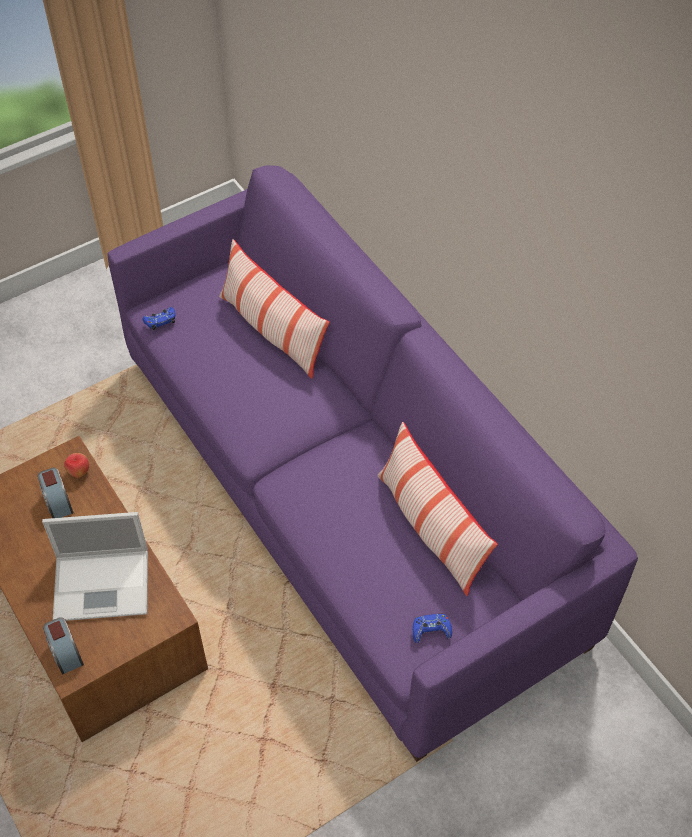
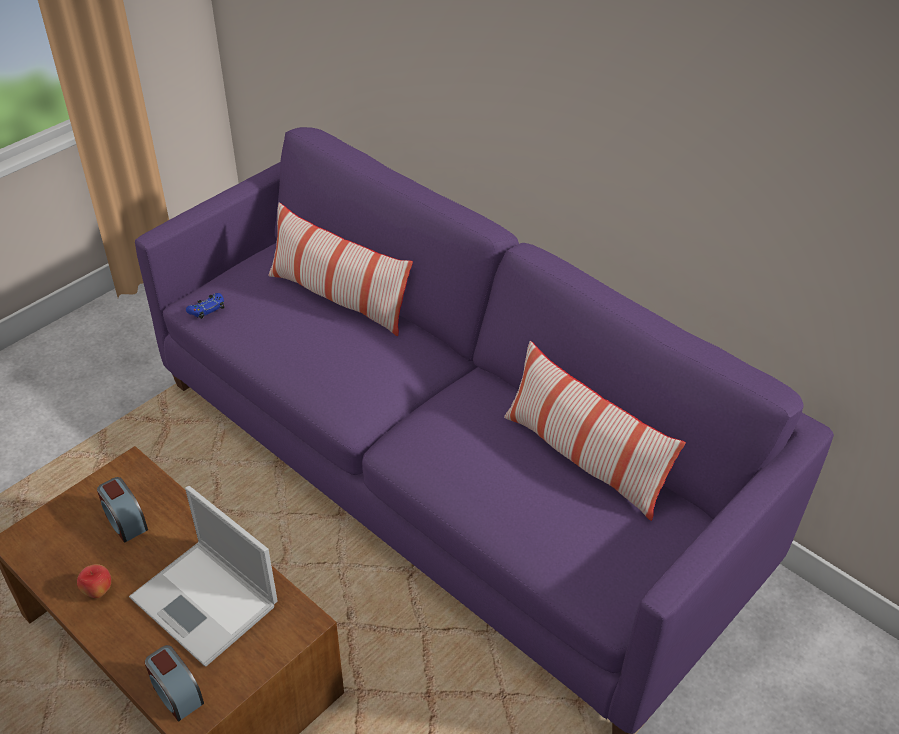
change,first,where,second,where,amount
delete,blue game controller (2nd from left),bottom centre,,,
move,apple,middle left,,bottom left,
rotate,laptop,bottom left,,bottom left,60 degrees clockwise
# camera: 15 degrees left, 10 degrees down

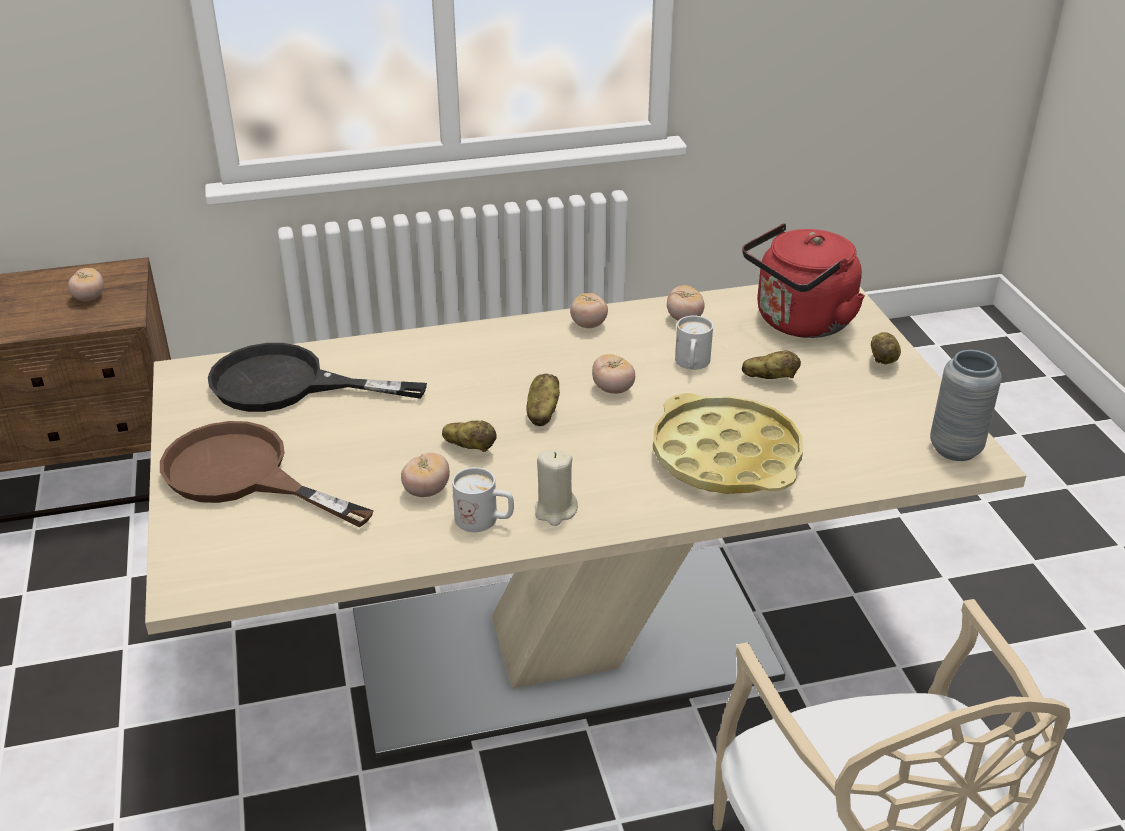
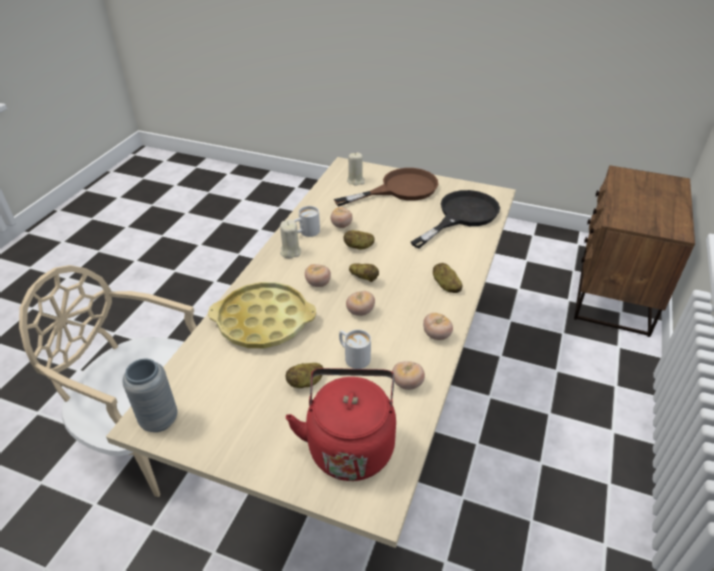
change,first,where,second,where,amount
insert,,,beige candle (2nd from left),top centre,
move,tomato (1st from left),middle left,,centre,
move,potato (4th from left),middle right,,centre,
# camera: 125 degrees right, 5 degrees up

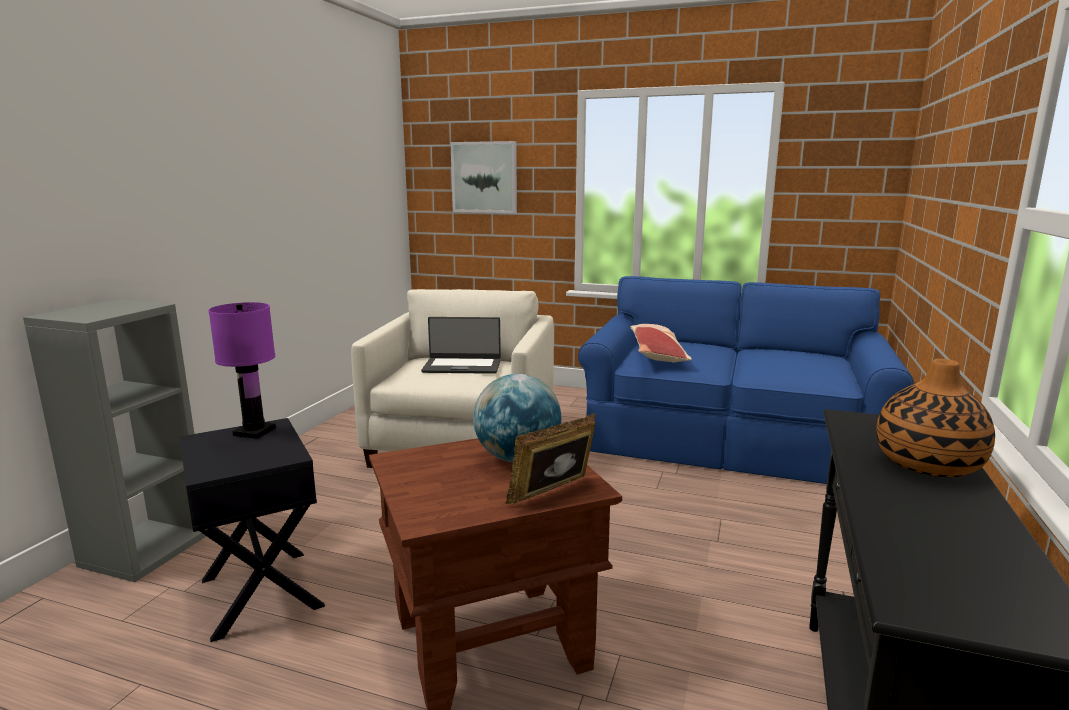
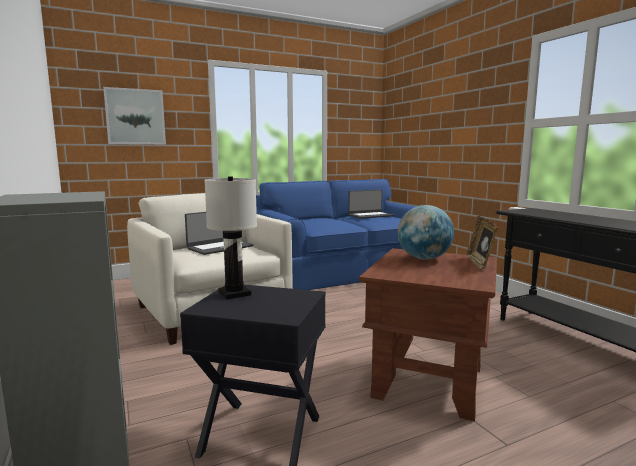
change,first,where,second,where,amount
delete,pillow,centre,,,
delete,vase,middle right,,,
insert,,,laptop (2nd from left),centre,
recolor,purple table lamp,middle left,white table lamp,centre,
# camera: 45 degrees left, 5 degrees down

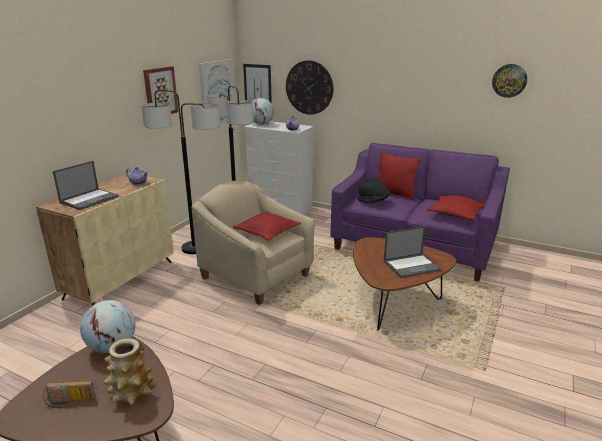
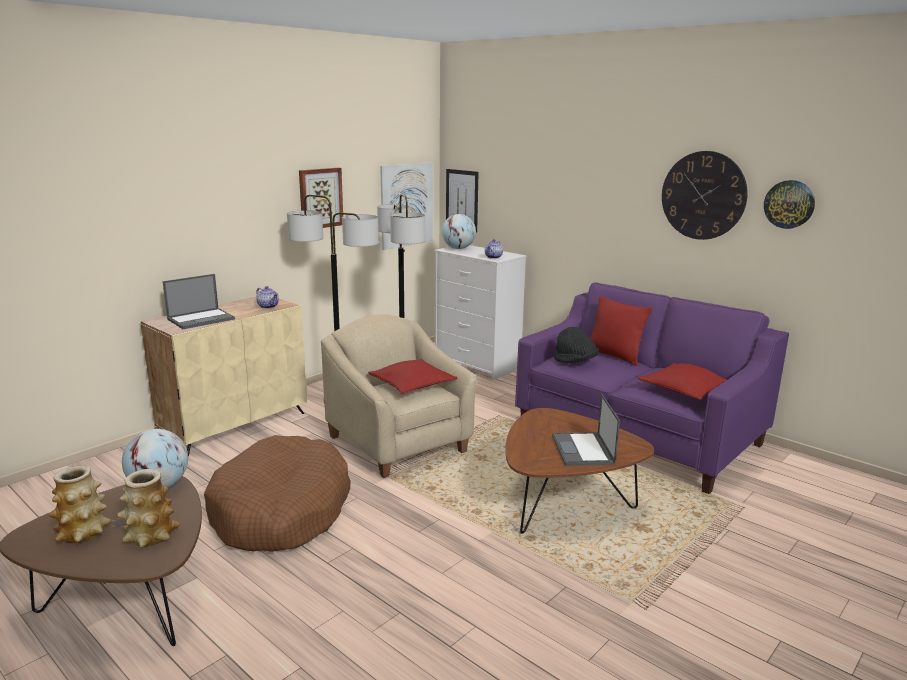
change,first,where,second,where,amount
insert,,,brown dog bed,bottom left,
move,wall clock (1st from left),top centre,,top right,
replace,radio,bottom left,vase (1st from left),bottom left,
rotate,laptop (2nd from left),middle right,,centre,90 degrees clockwise
# camera: 15 degrees right, 5 degrees down

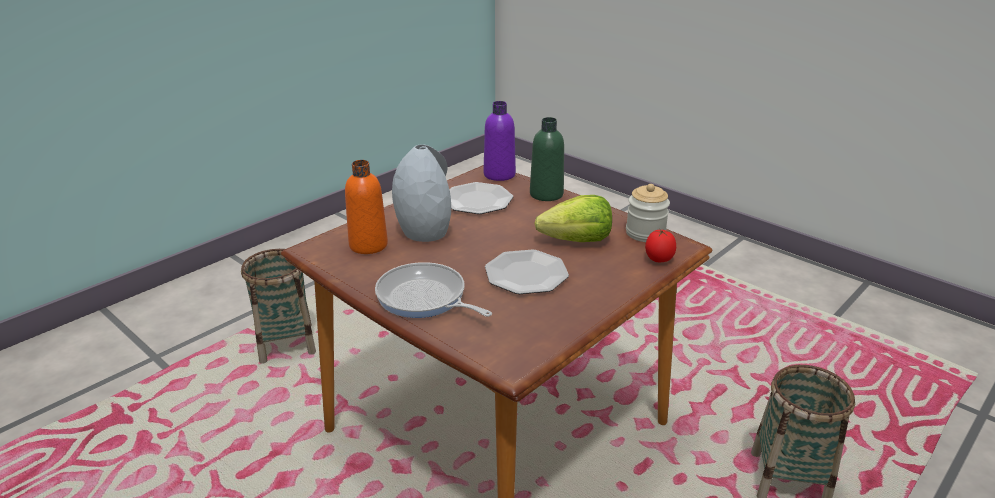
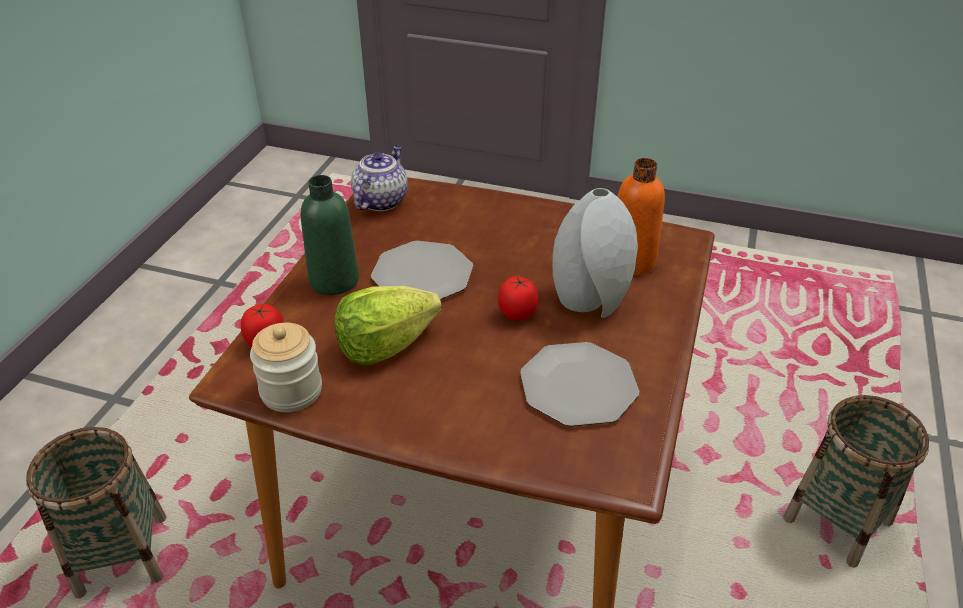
change,first,where,second,where,amount
delete,frying pan,centre,,,
delete,purple bottle,top centre,,,
insert,,,teapot,top centre,
insert,,,tomato (2nd from left),centre,
move,green bottle,top centre,,centre,
# camera: 155 degrees right, 10 degrees up

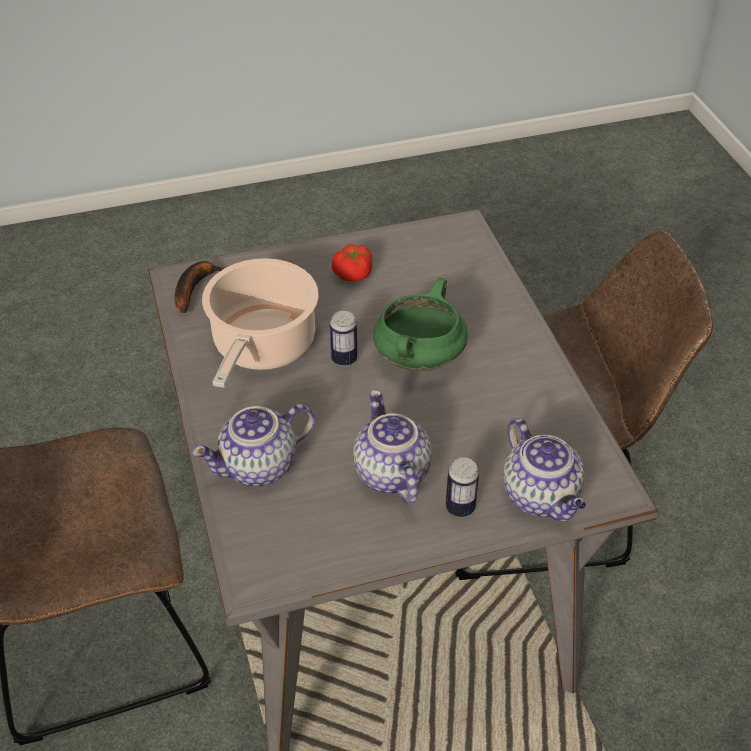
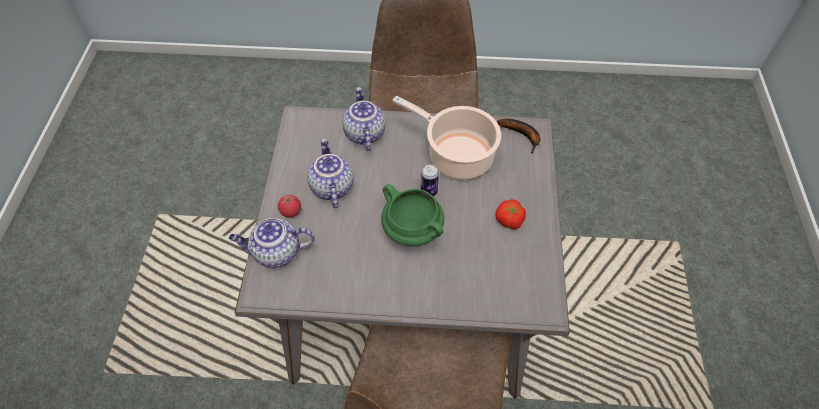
change,first,where,second,where,amount
replace,can (2nd from left),centre,tomato (1st from left),centre,
rotate,teapot (2nd from left),centre,,centre,105 degrees counterclockwise
# camera: 110 degrees right, 10 degrees up

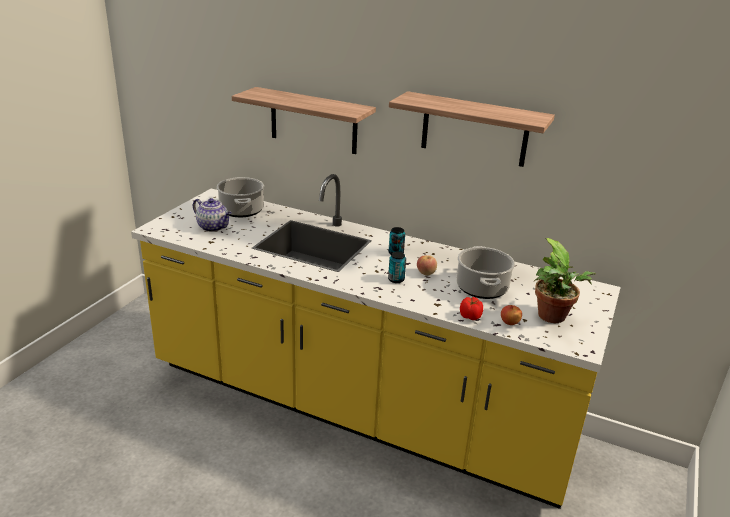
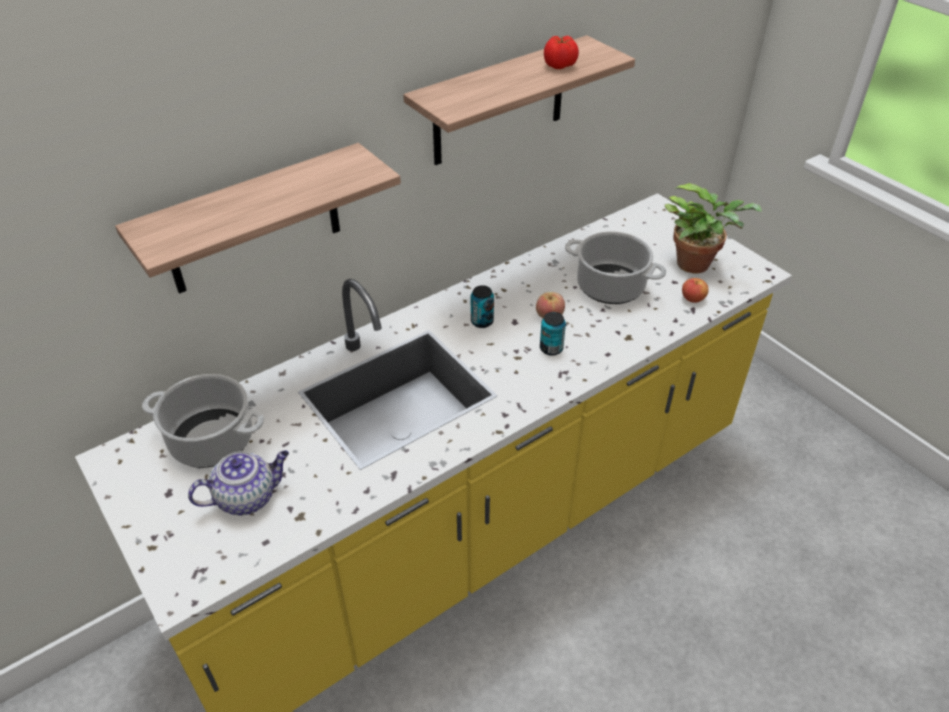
change,first,where,second,where,amount
move,tomato,centre,,top centre,
# camera: 60 degrees left, 15 degrees up

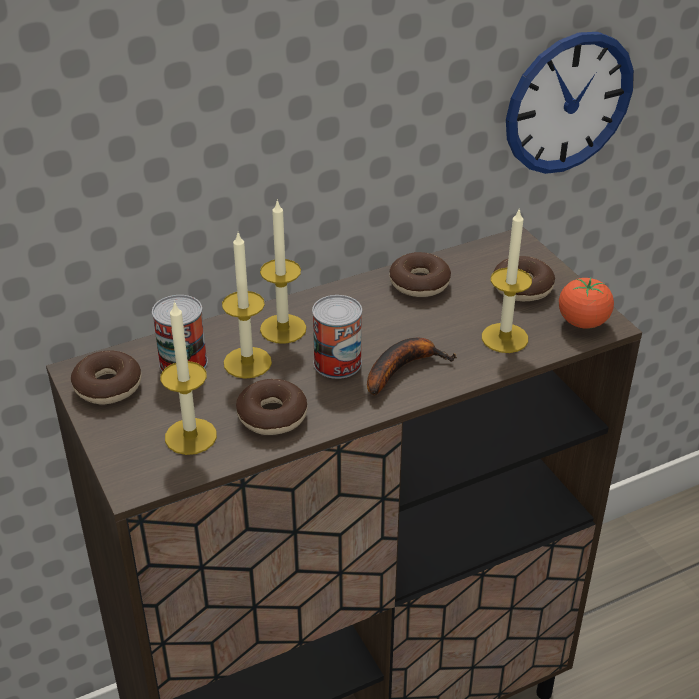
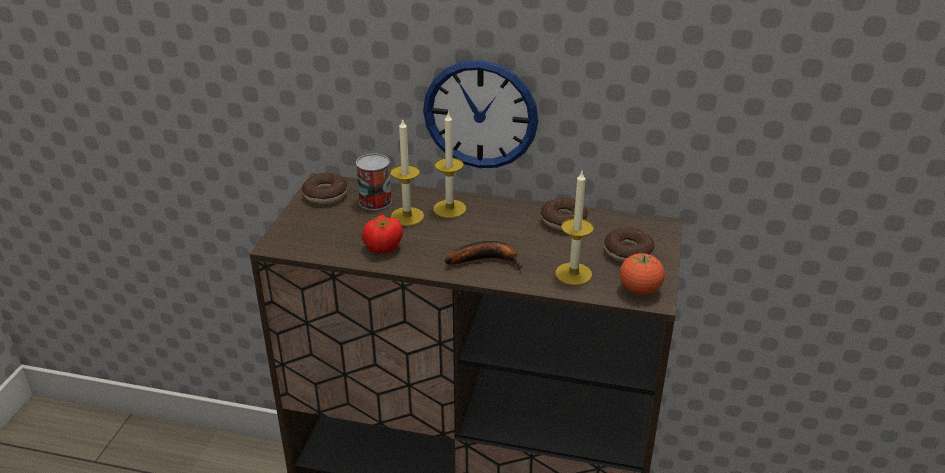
change,first,where,second,where,amount
delete,candle (1st from left),middle left,,,
delete,can (2nd from left),centre,,,
move,wall clock,top right,,top centre,
replace,donut (2nd from left),centre,tomato (1st from left),centre,
# camera: 40 degrees right, 5 degrees down

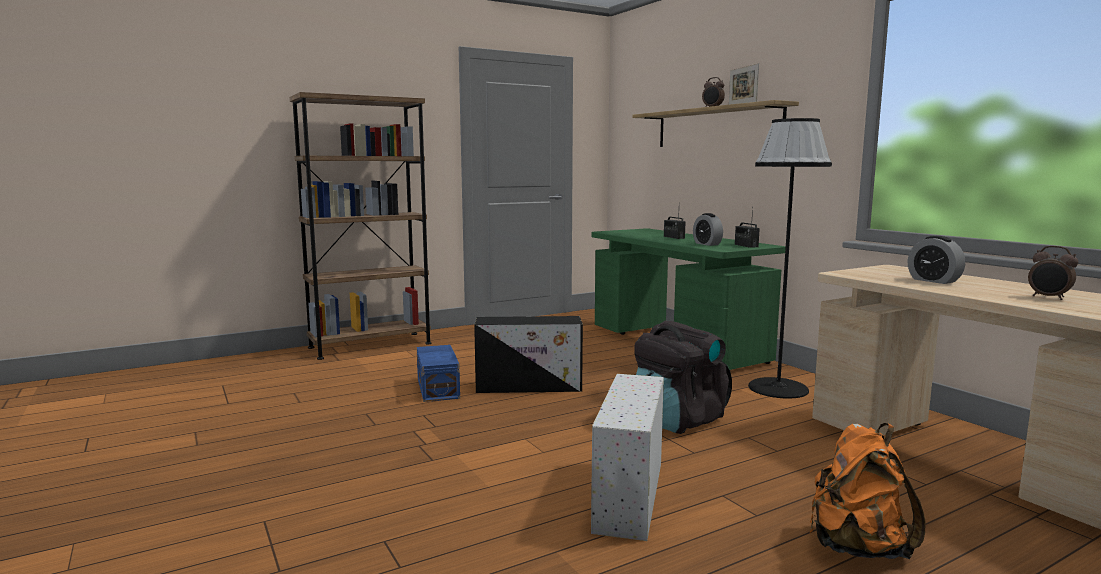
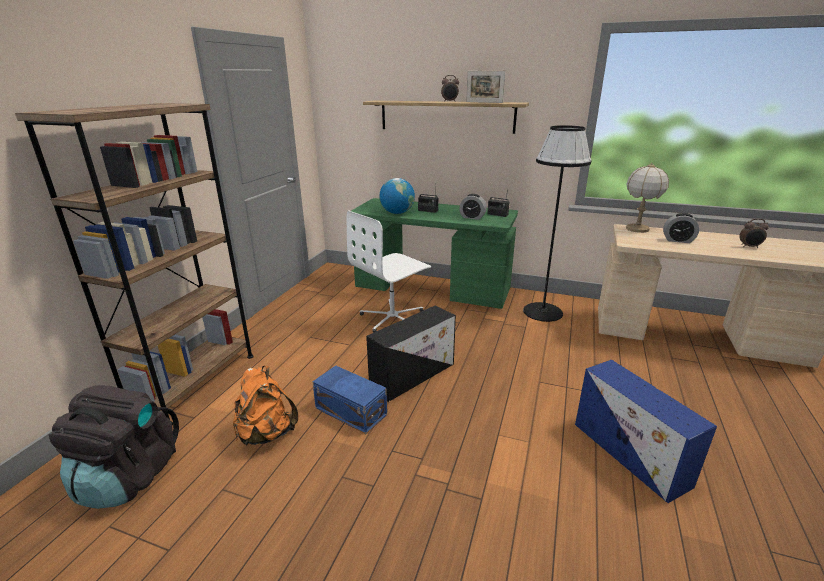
change,first,where,second,where,amount
insert,,,white office chair,centre,
insert,,,globe,centre,
insert,,,table lamp,middle right,
move,black backpack,centre,,bottom left,
move,orange backpack,bottom right,,bottom left,
recolor,white storage box,bottom centre,blue storage box (2nd from left),bottom right,
# camera: 40 degrees left, 15 degrees up

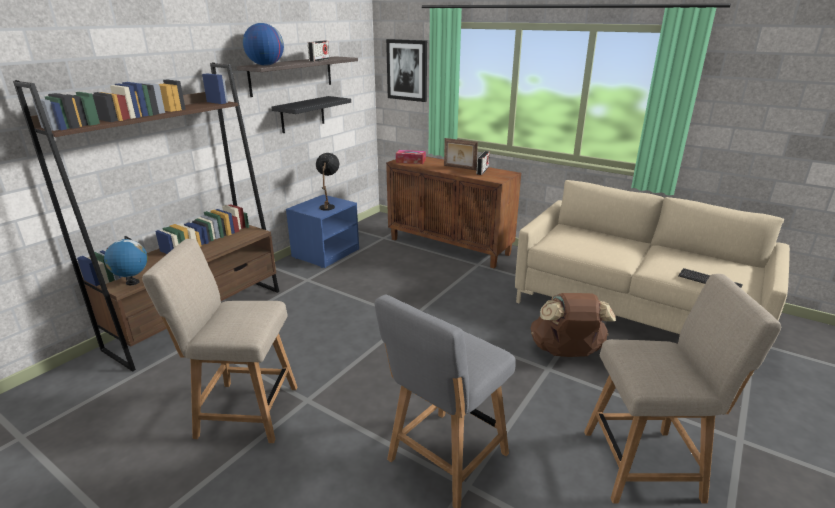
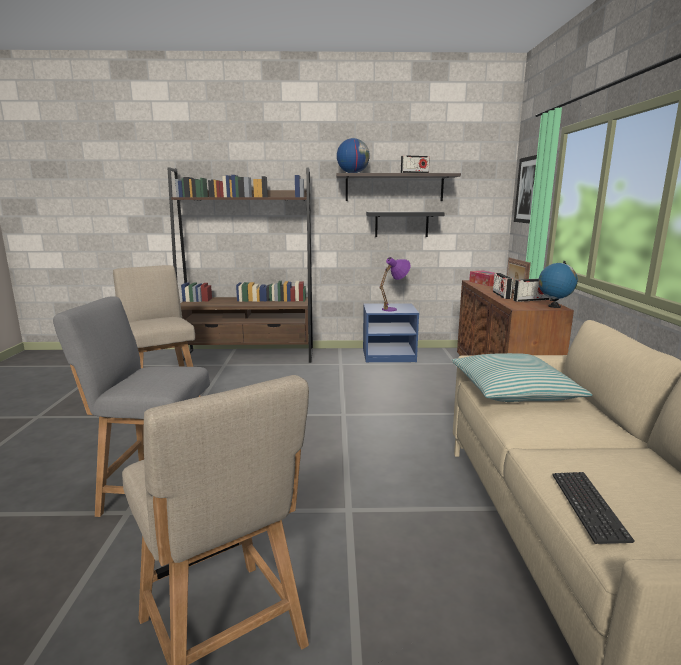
change,first,where,second,where,amount
delete,brown backpack,middle right,,,
insert,,,pillow,middle right,
insert,,,radio (2nd from left),middle right,
move,globe (1st from left in the first image),middle left,globe (2nd from left),middle right,
recolor,black table lamp,centre,purple table lamp,centre,
# camera: 55 degrees right, 10 degrees down

